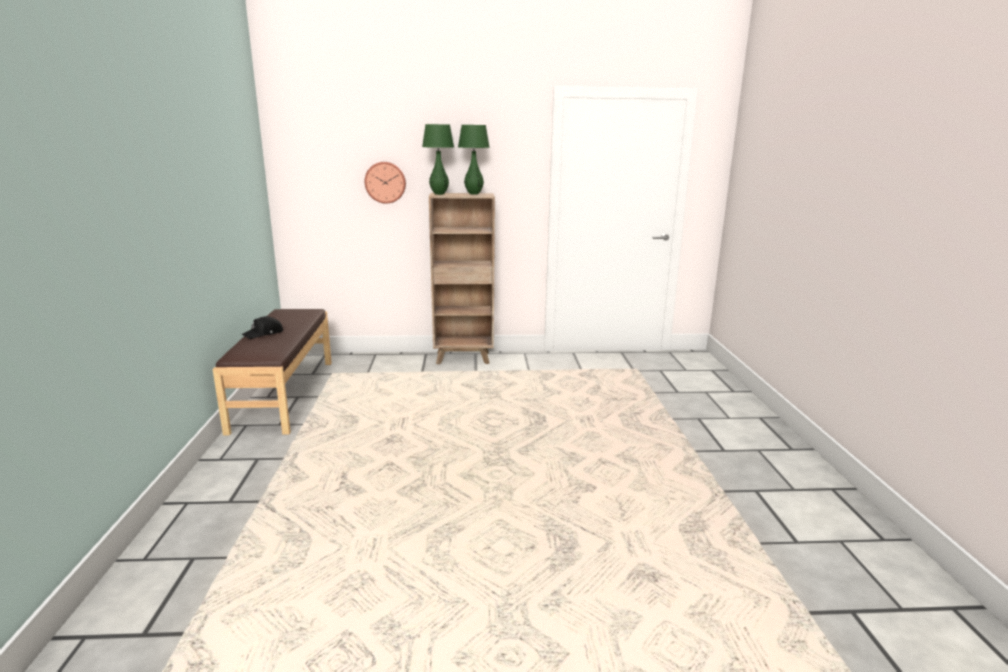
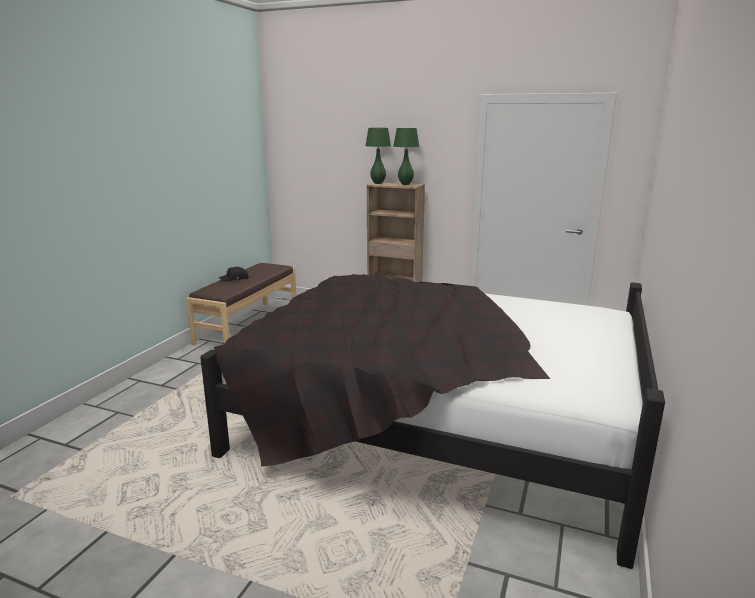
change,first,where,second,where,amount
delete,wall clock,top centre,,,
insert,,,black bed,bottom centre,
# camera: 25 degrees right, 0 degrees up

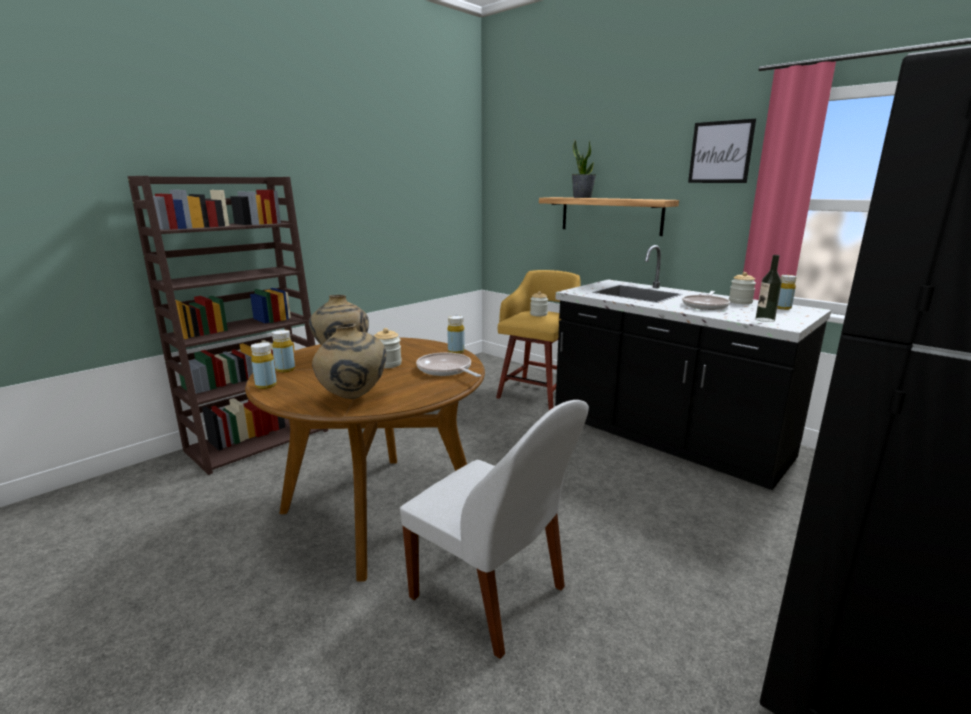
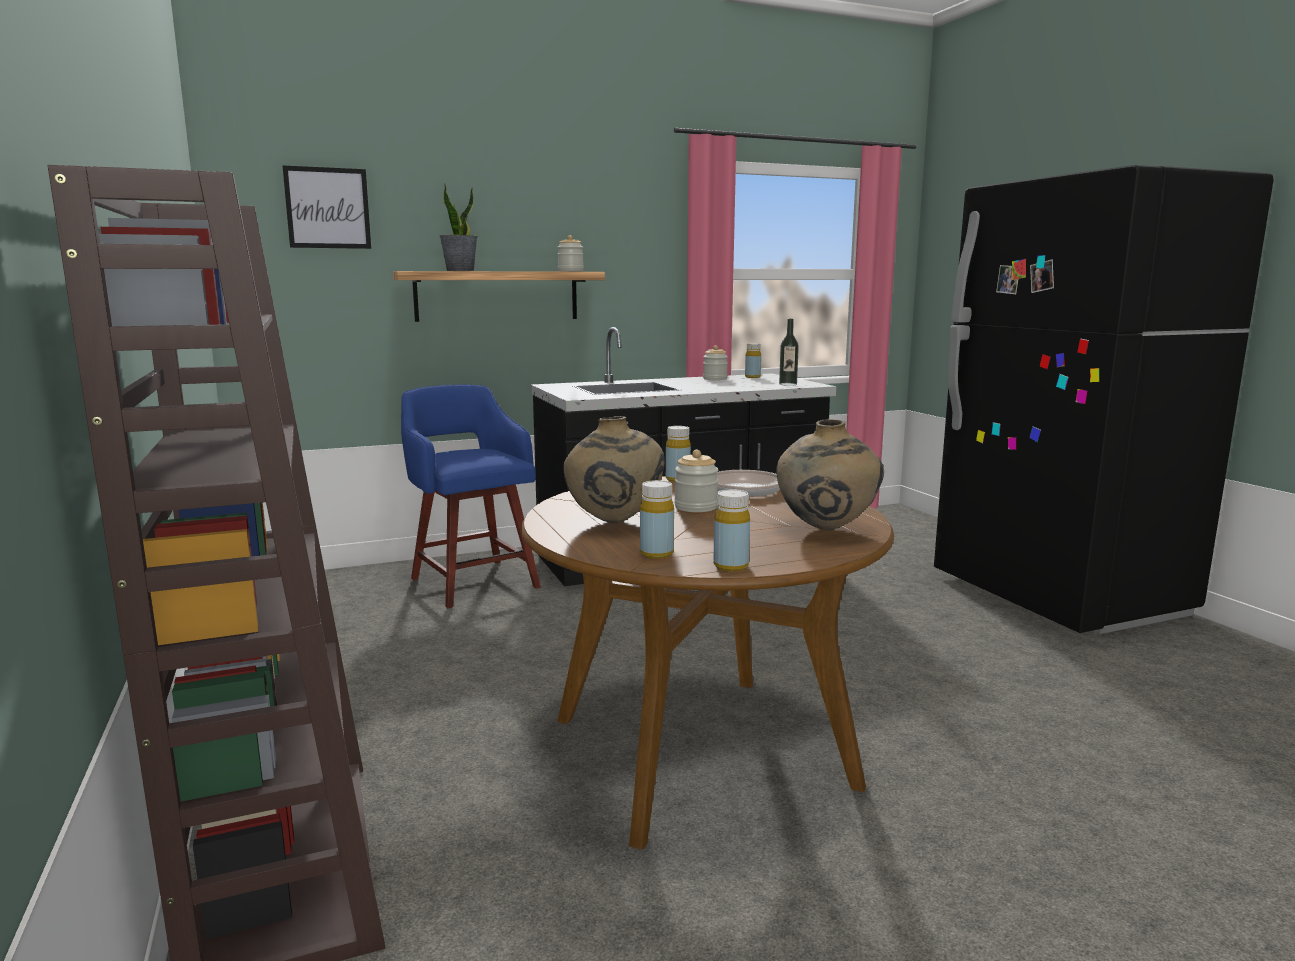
change,first,where,second,where,amount
delete,white chair,bottom centre,,,
delete,frying pan (2nd from left),middle right,,,
move,jar (2nd from left in the first image),centre,jar (1st from left),top centre,
move,picture,top right,,top left,
recolor,yellow stool,centre,blue stool,centre,
# camera: 65 degrees left, 5 degrees down

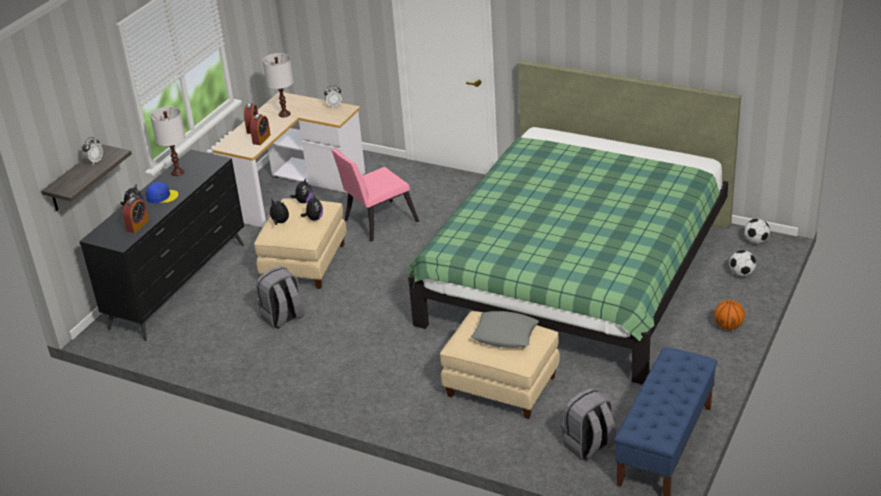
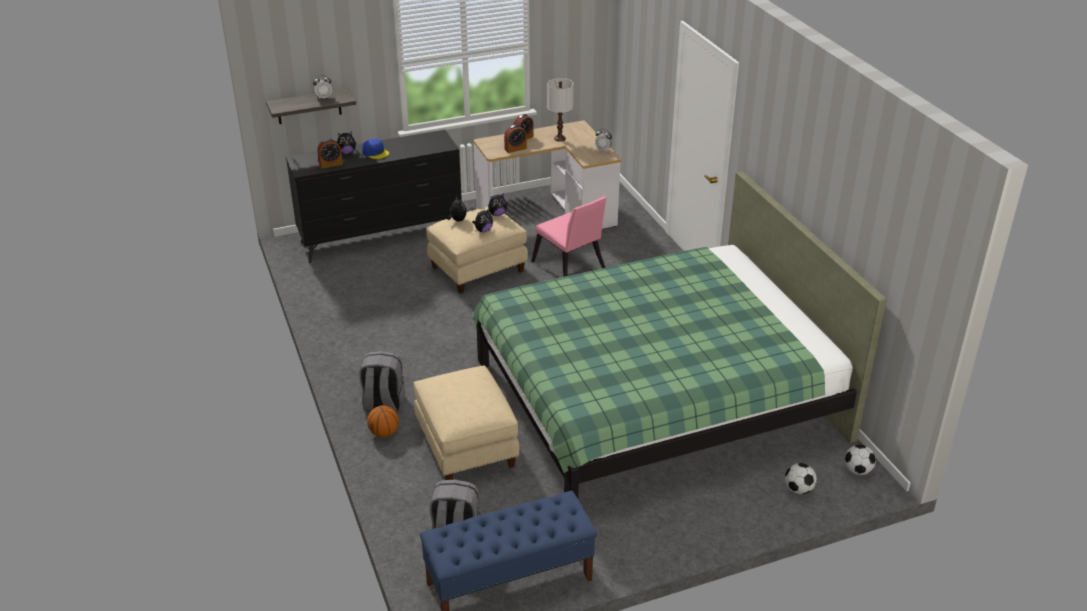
change,first,where,second,where,amount
delete,white table lamp (1st from left),top left,,,
delete,grey pillow,centre,,,
move,grey backpack (1st from left),middle left,,centre,
move,basketball,middle right,,bottom centre,
rotate,pink chair,centre,,centre,135 degrees counterclockwise
# camera: 40 degrees right, 0 degrees up

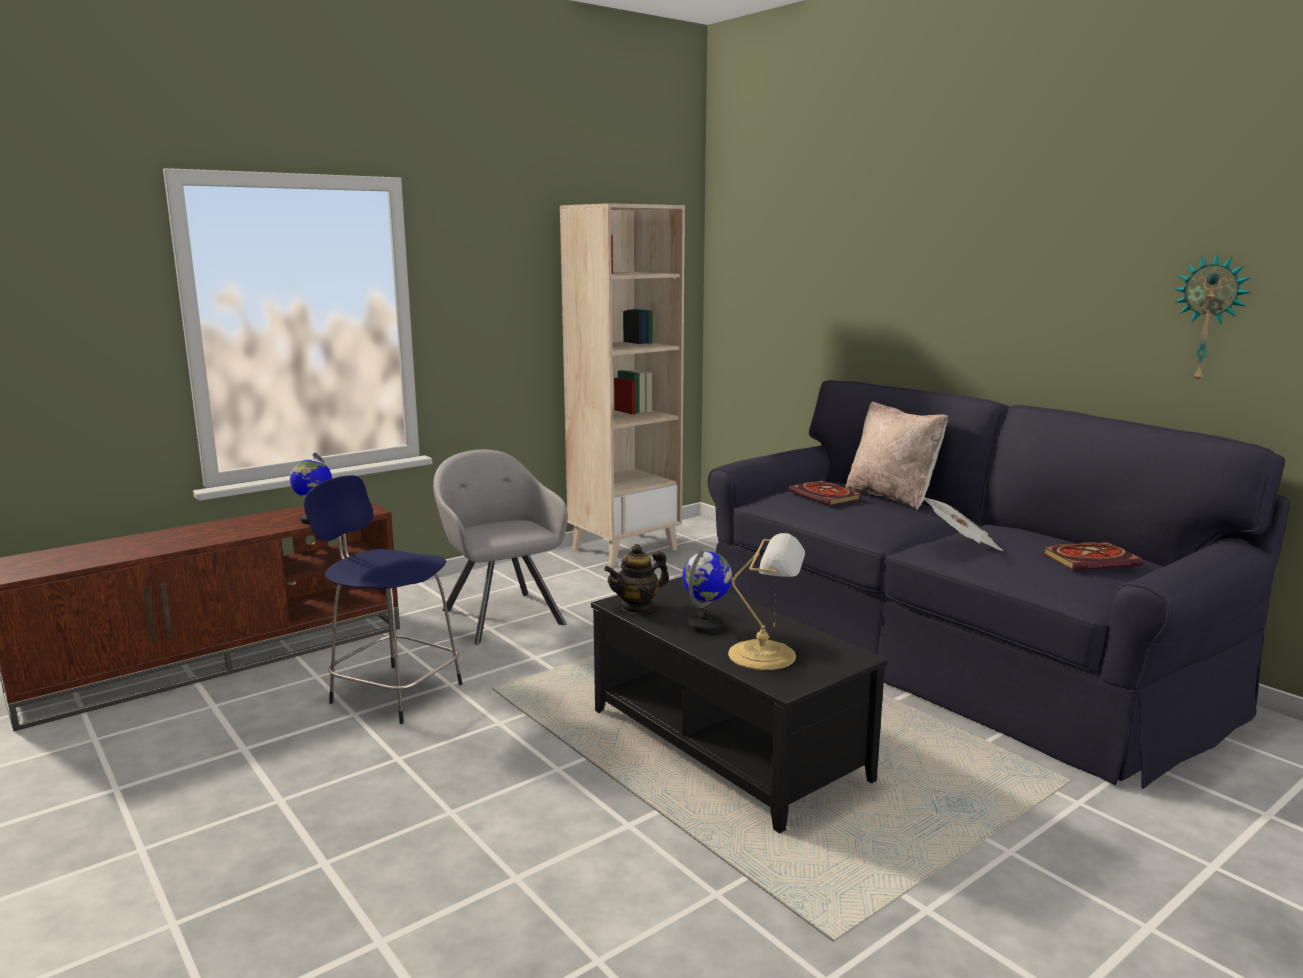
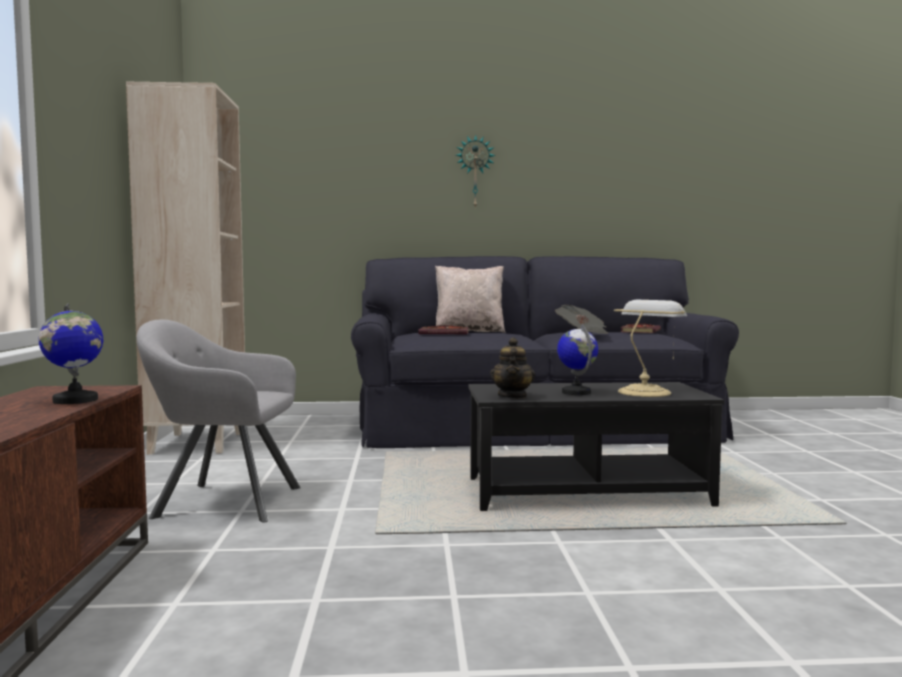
change,first,where,second,where,amount
delete,blue stool,middle left,,,
move,wall clock,top right,,top centre,
# camera: 55 degrees left, 10 degrees down

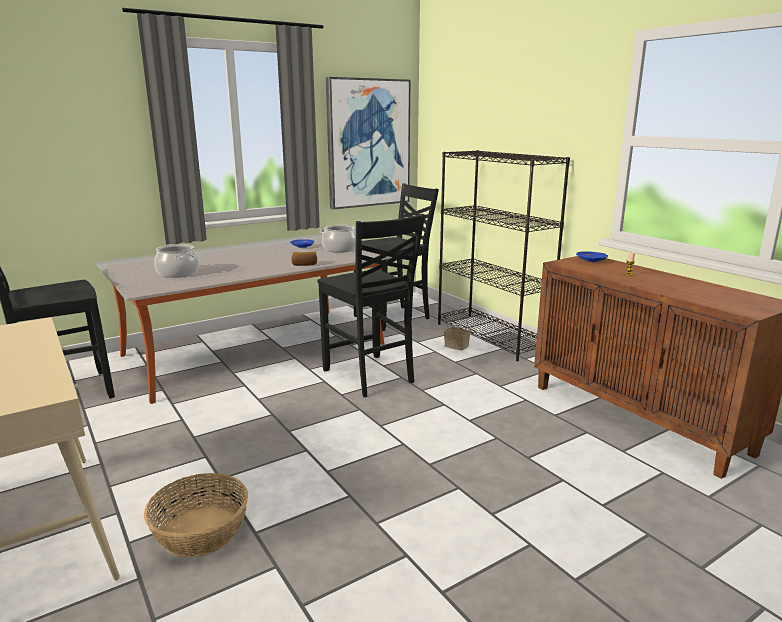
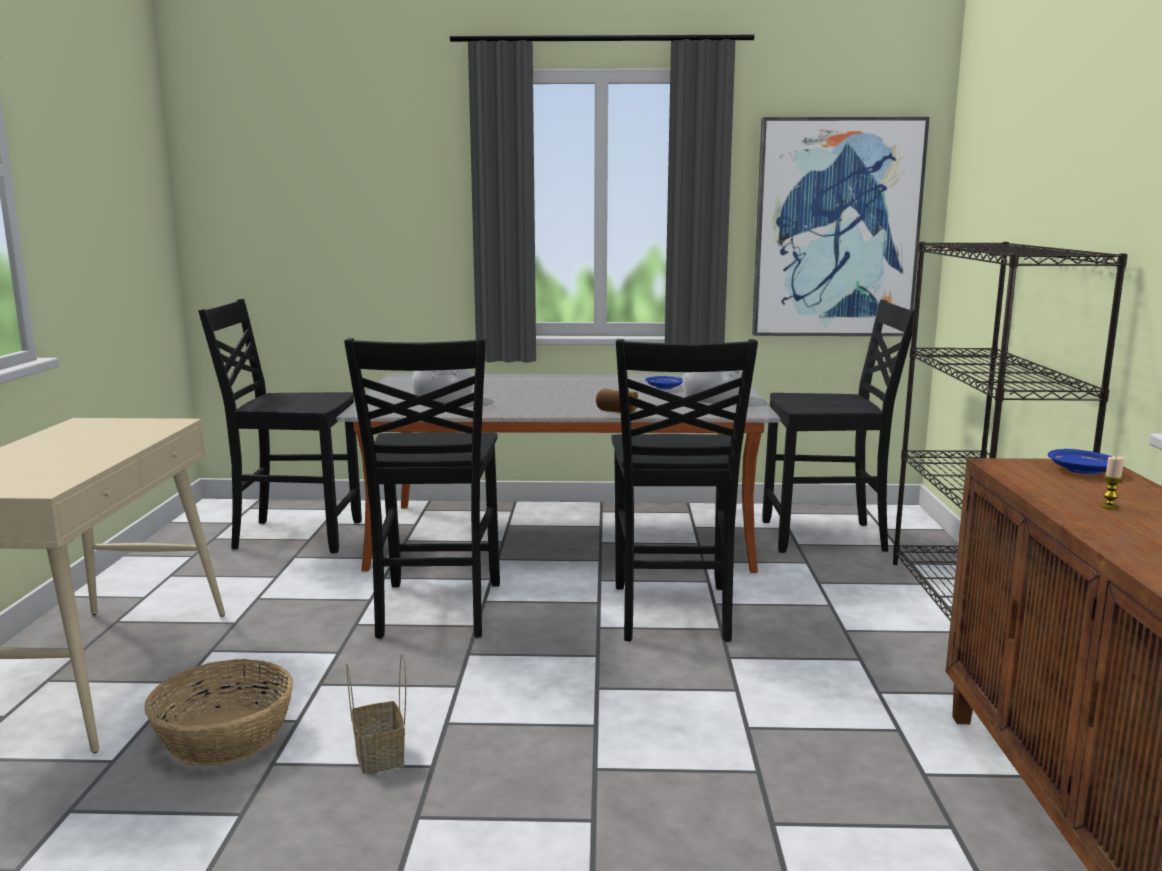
change,first,where,second,where,amount
insert,,,black chair (2nd from left),centre,
move,basket (2nd from left),centre,,bottom left,
# camera: 35 degrees right, 5 degrees down

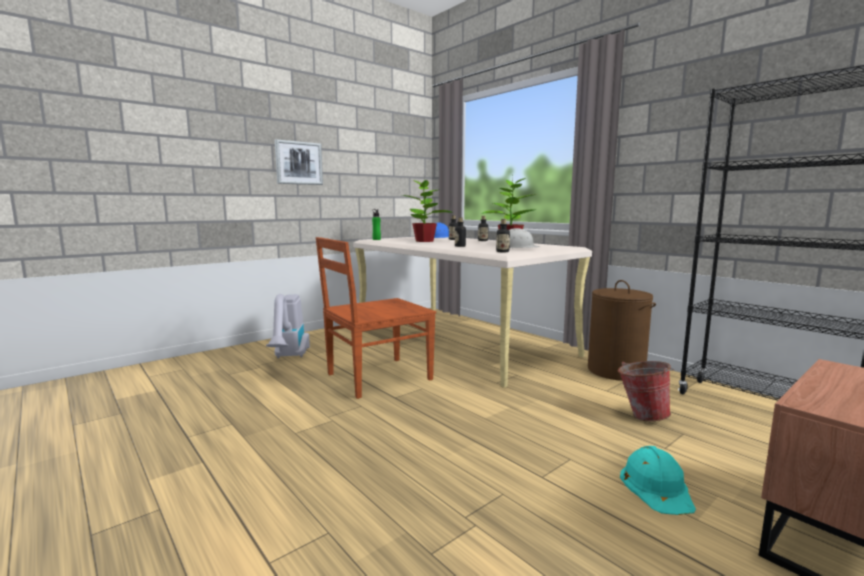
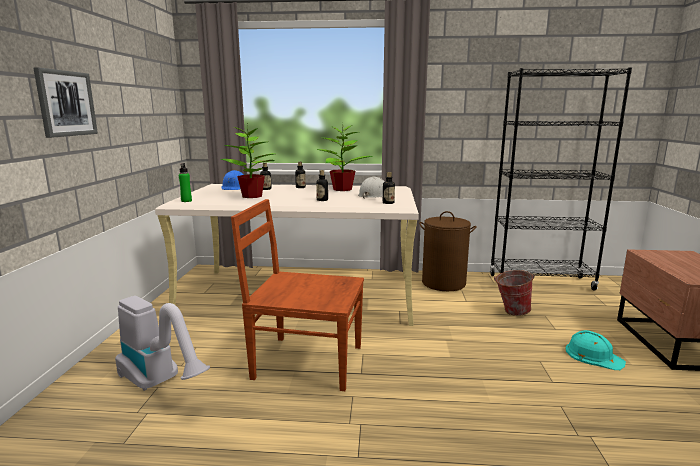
change,first,where,second,where,amount
rotate,brown chair,centre,,centre,90 degrees clockwise
# camera: 45 degrees left, 5 degrees up

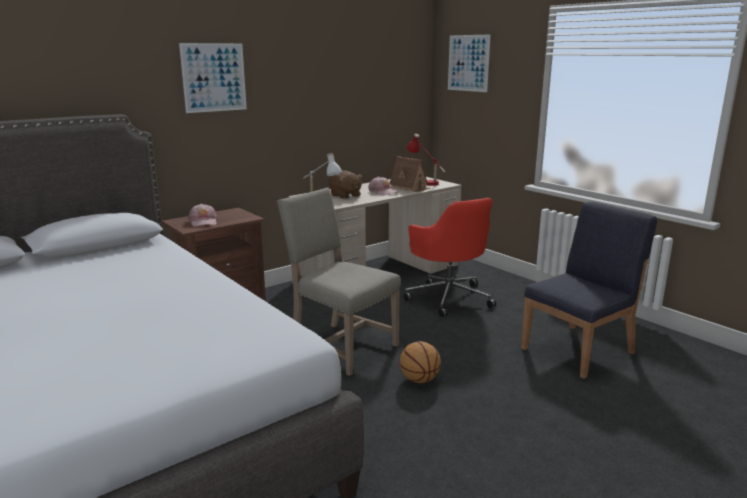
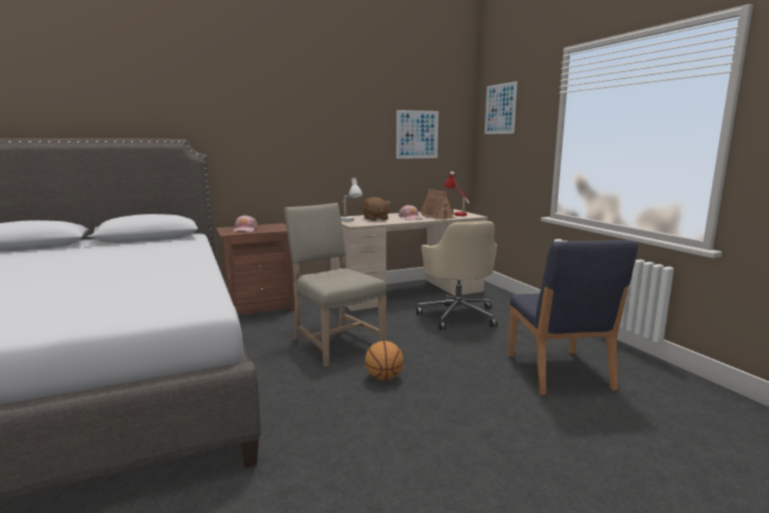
change,first,where,second,where,amount
move,picture (1st from left),top left,,top centre,
recolor,red office chair,centre,beige office chair,centre,
rotate,blue chair,middle right,,middle right,105 degrees clockwise
# camera: 15 degrees right, 5 degrees down

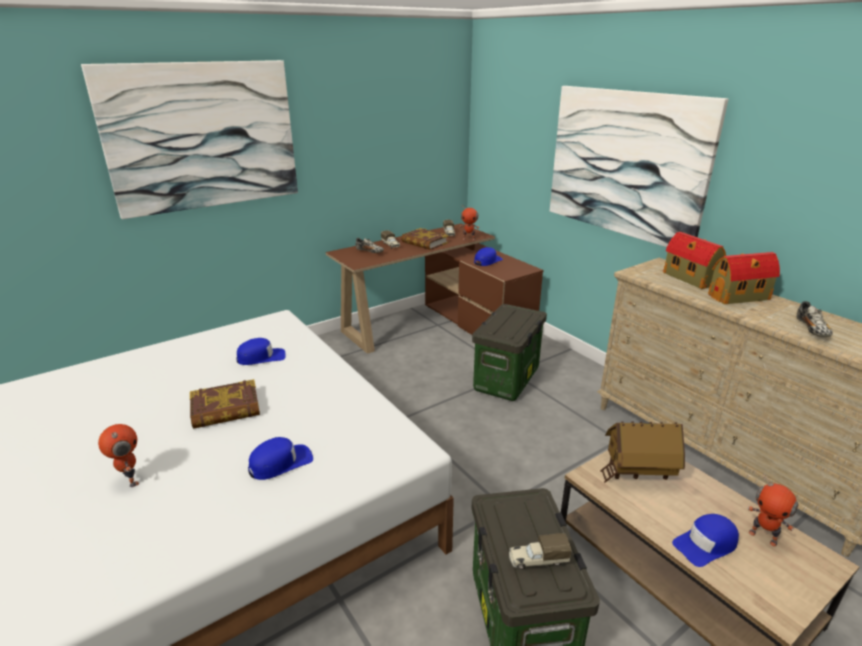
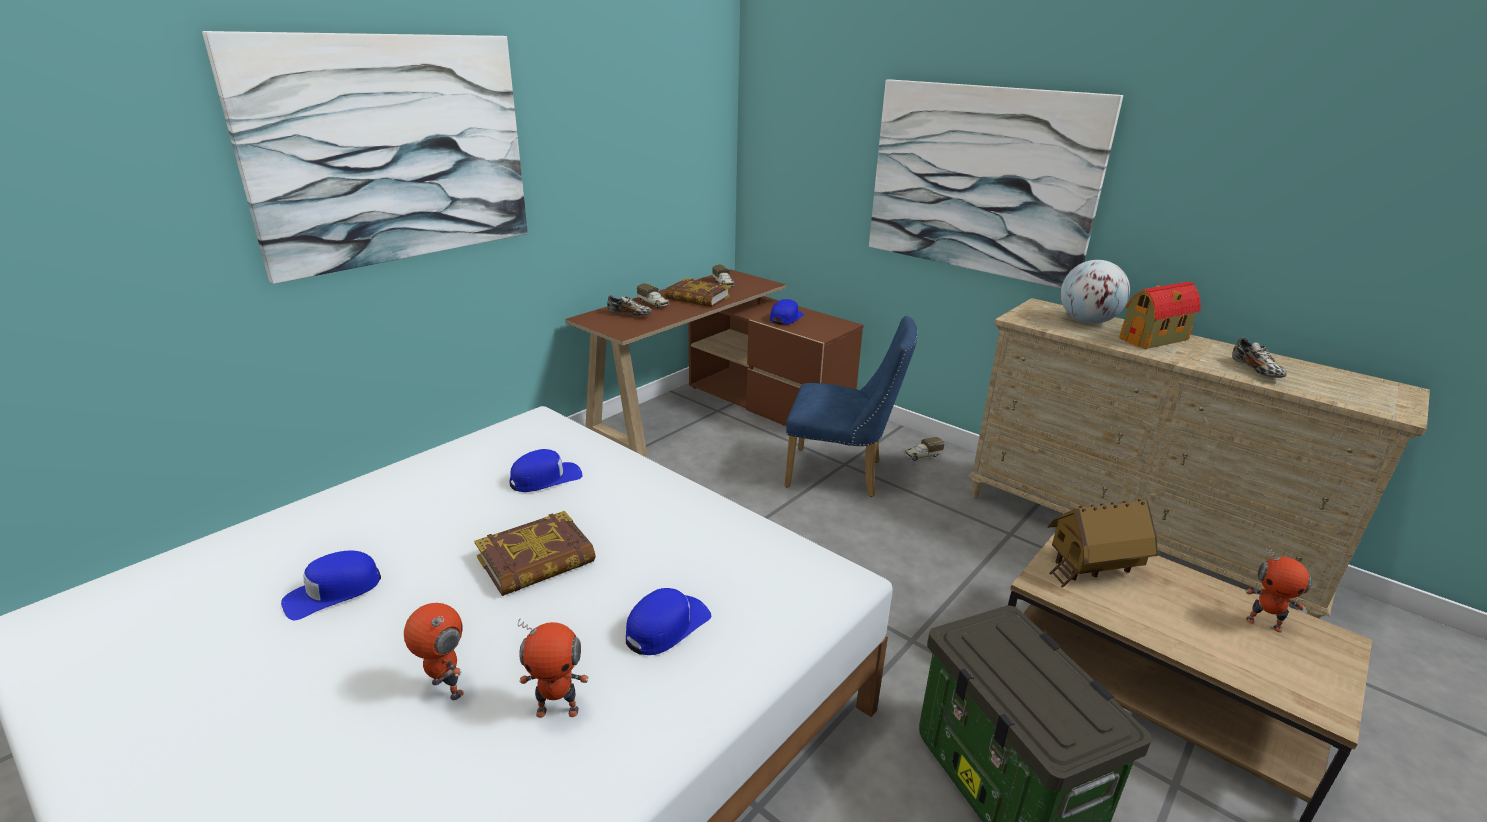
change,first,where,second,where,amount
move,toy robot (2nd from left),centre,,bottom centre,
move,toy truck (3rd from left),bottom centre,,centre,
move,blue cap (4th from left in the first image),bottom right,blue cap (1st from left),bottom left,
replace,storage box (1st from left),centre,blue chair,centre,
replace,toy house (2nd from left),middle right,globe,middle right,
# camera: 15 degrees left, 0 degrees up

